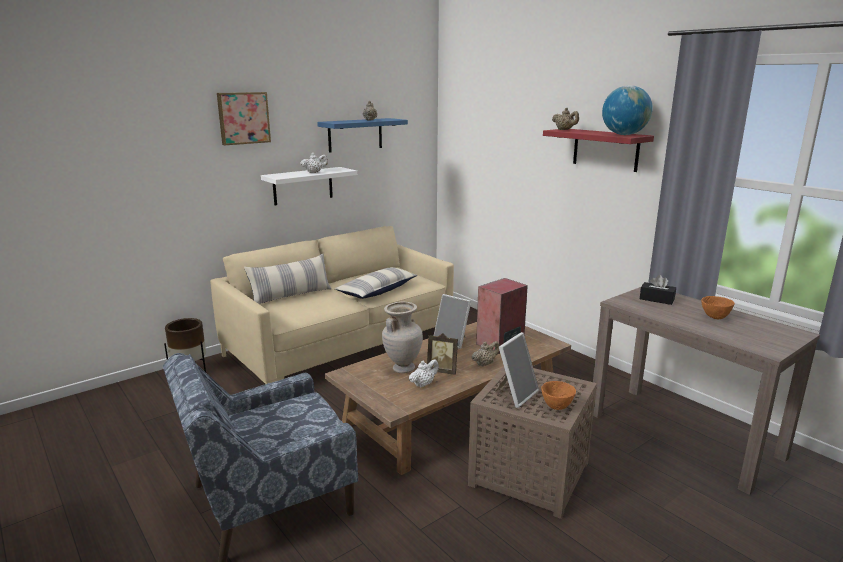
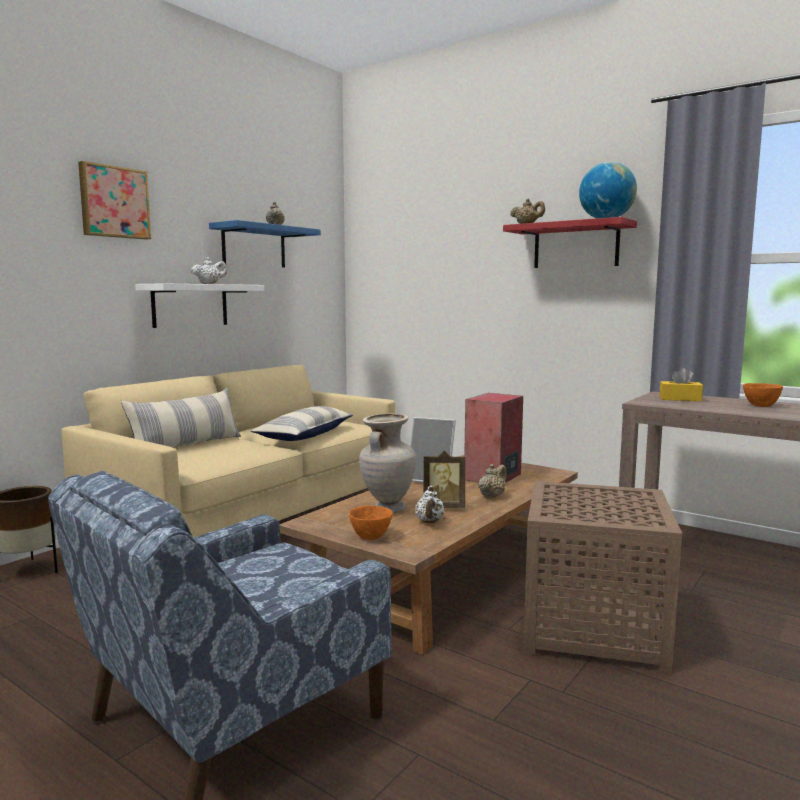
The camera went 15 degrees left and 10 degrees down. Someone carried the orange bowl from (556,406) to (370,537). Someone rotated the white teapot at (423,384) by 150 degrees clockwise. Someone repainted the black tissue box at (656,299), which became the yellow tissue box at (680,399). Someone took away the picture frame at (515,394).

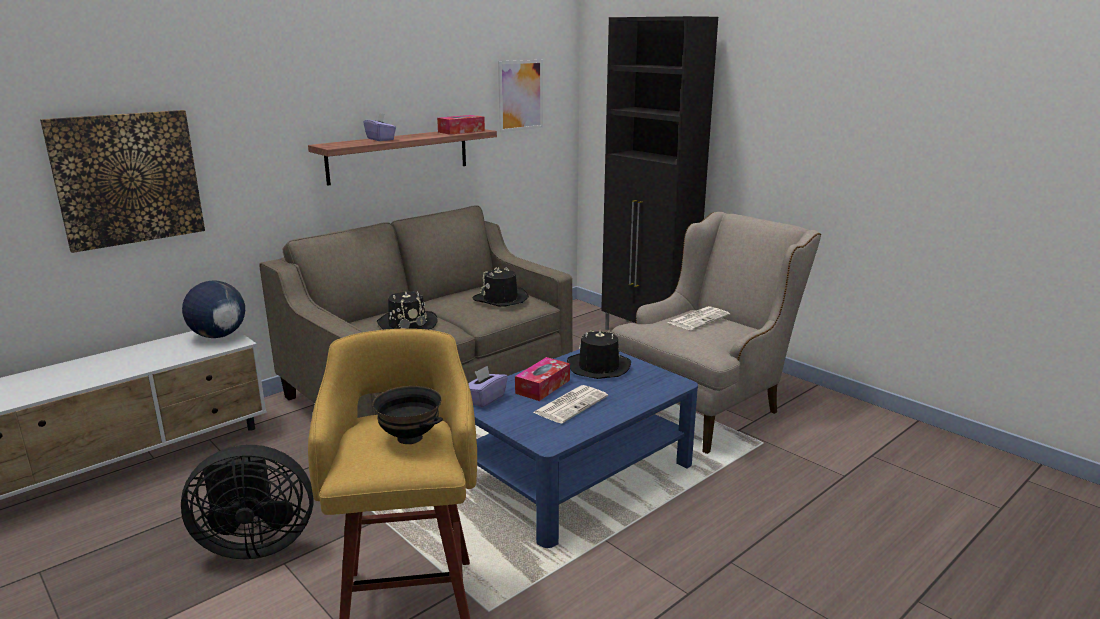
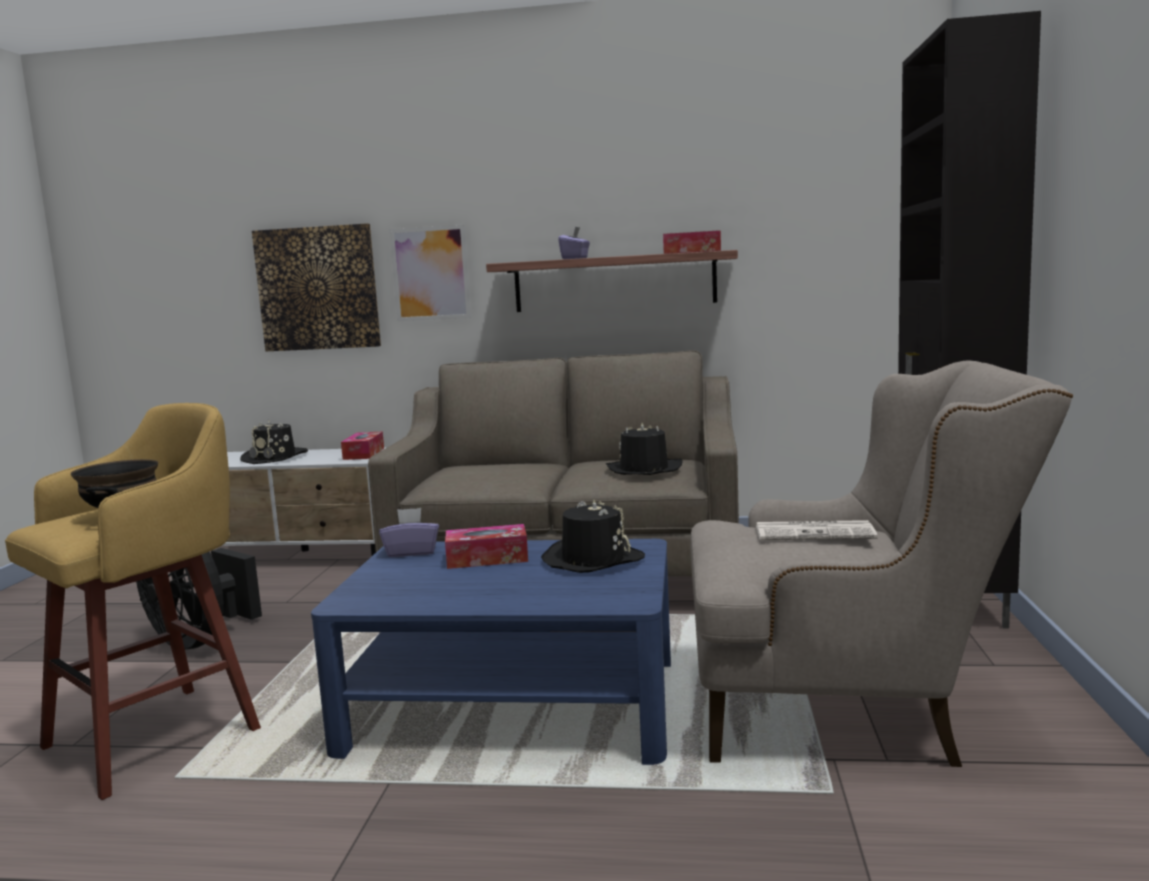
The camera went 50 degrees right and 10 degrees down. Someone carried the black hat from (407,324) to (275,457). Someone swapped the globe at (218,336) for the tissue box at (364,454). Someone carried the picture from (520,95) to (431,273). Someone took away the newspaper at (571,404).

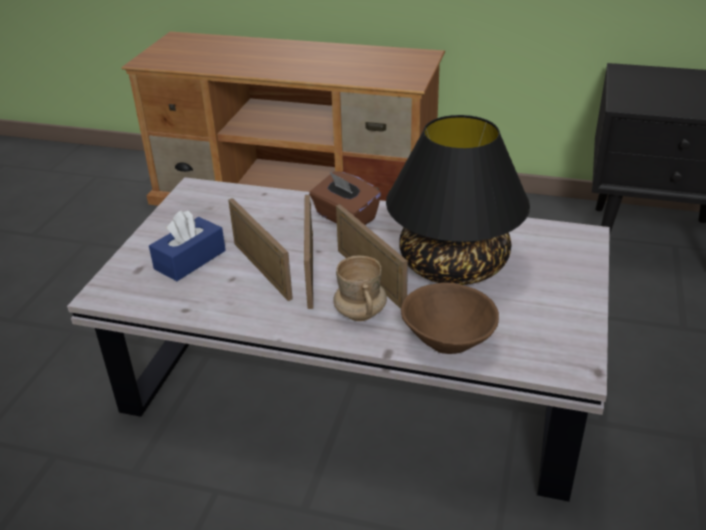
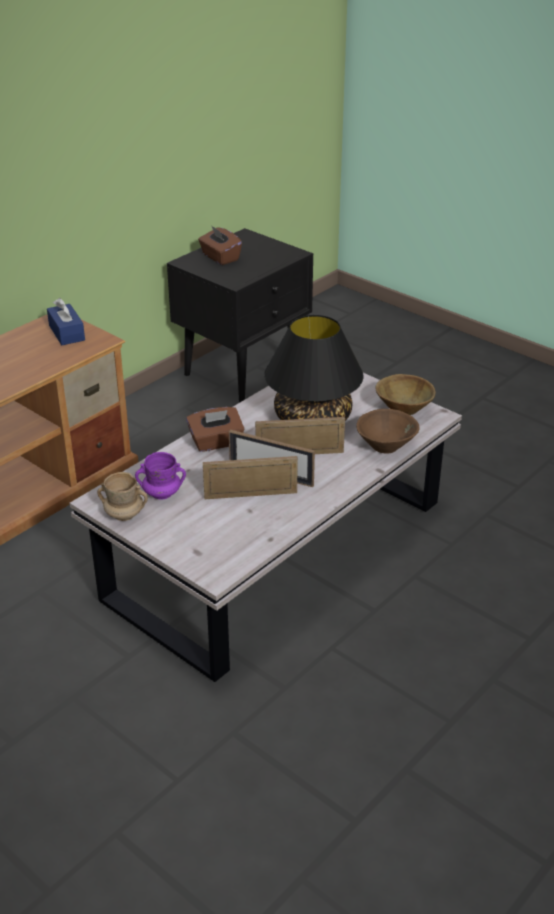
The camera went 65 degrees left and 0 degrees up. Someone carried the blue tissue box from (190,260) to (66,333). Someone carried the beige mug from (360,313) to (124,514). Someone put down the purple mug at (161,494). Someone put down the brown tissue box at (220,257). Someone put down the brown bowl at (403,410).

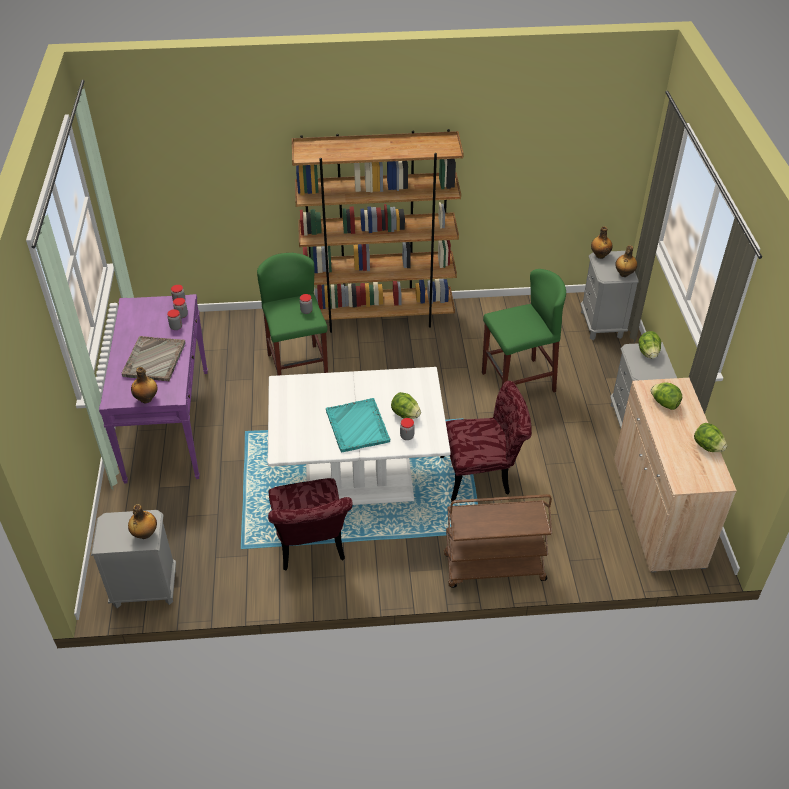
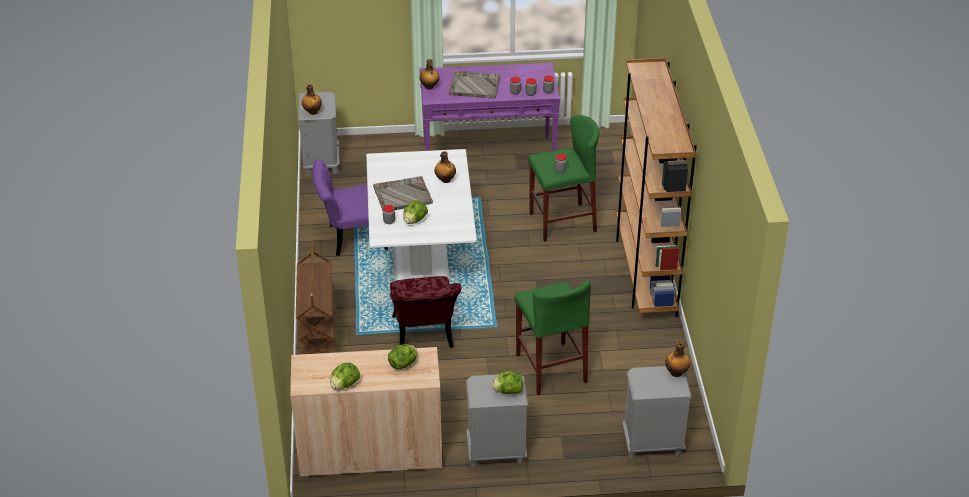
The camera went 90 degrees right and 5 degrees down. Someone repainted the red chair at (311,548), which became the purple chair at (350,238). Someone repainted the turquoise tray at (357,427), which became the grey tray at (402,195). Someone carried the bottle from (624,274) to (445,180).

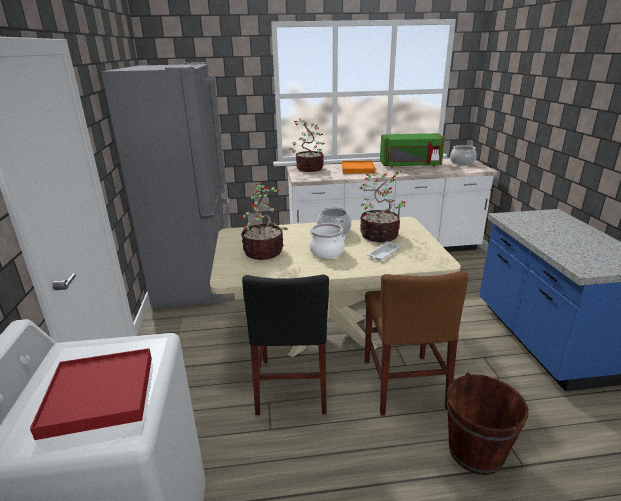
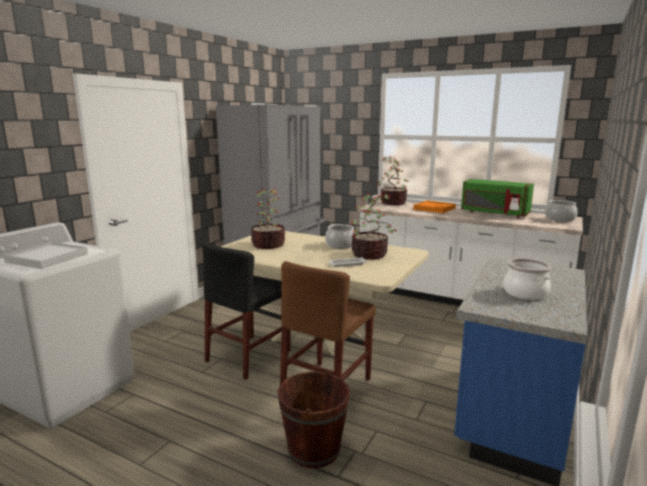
The camera went 35 degrees right and 10 degrees down. Someone repainted the red tray at (99,394), which became the white tray at (47,258). Someone carried the cooking pot from (327,252) to (525,293).

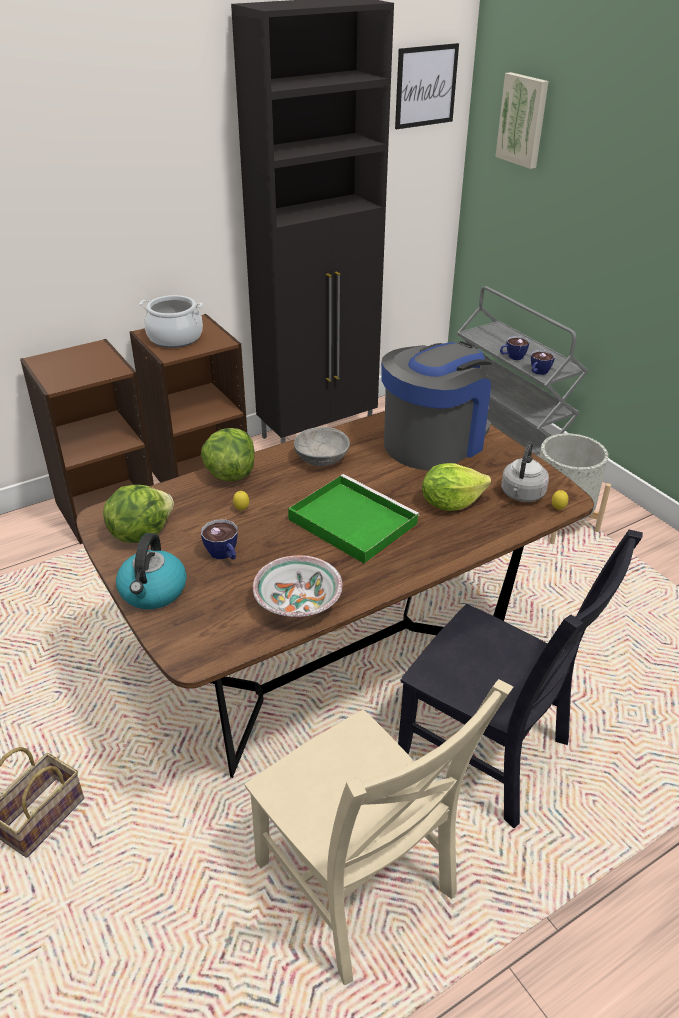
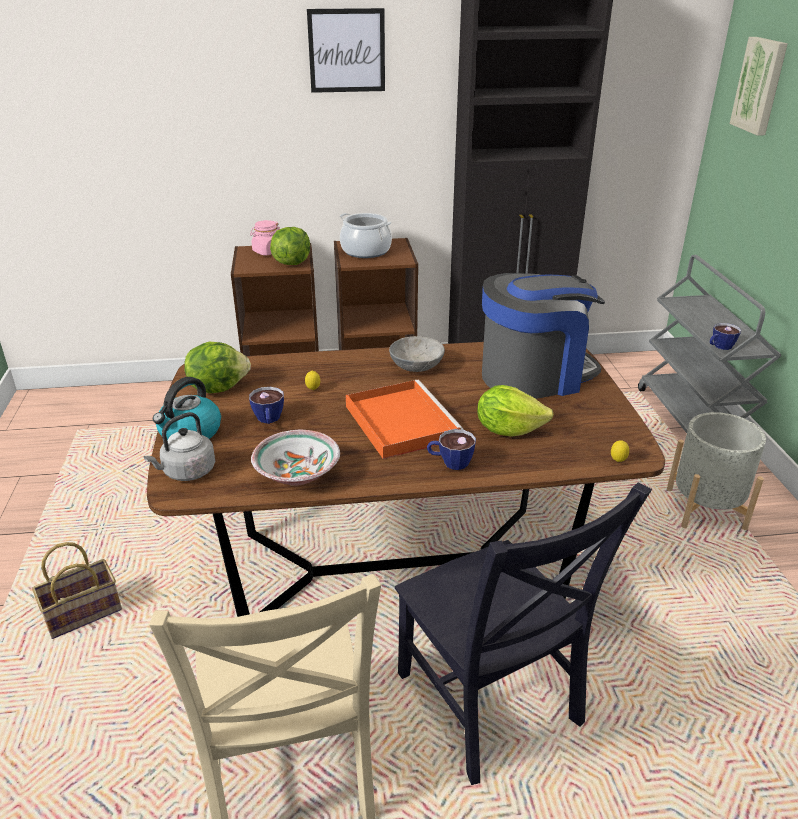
The camera went 25 degrees right and 5 degrees down. Someone carried the grey kettle from (521,495) to (187,472). Someone put down the pink jar at (267,252). Someone carried the lettuce from (230,474) to (291,262). Someone carried the picture from (426,86) to (346,51). Someone repainted the green tray at (350,521), which became the orange tray at (399,421). Someone carried the cup from (512,357) to (450,462).

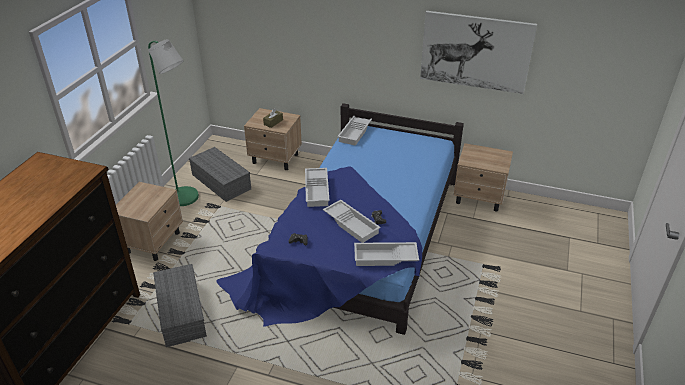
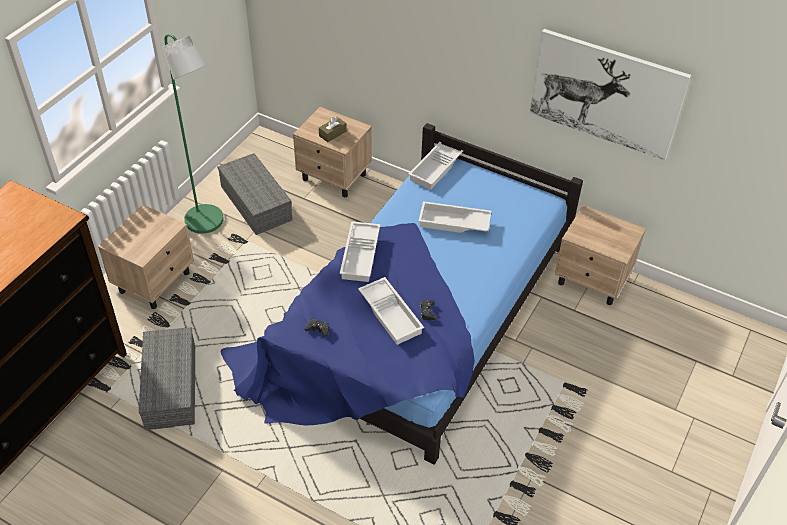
The camera went 10 degrees right and 10 degrees up. Someone carried the white tray from (385,258) to (453,223).

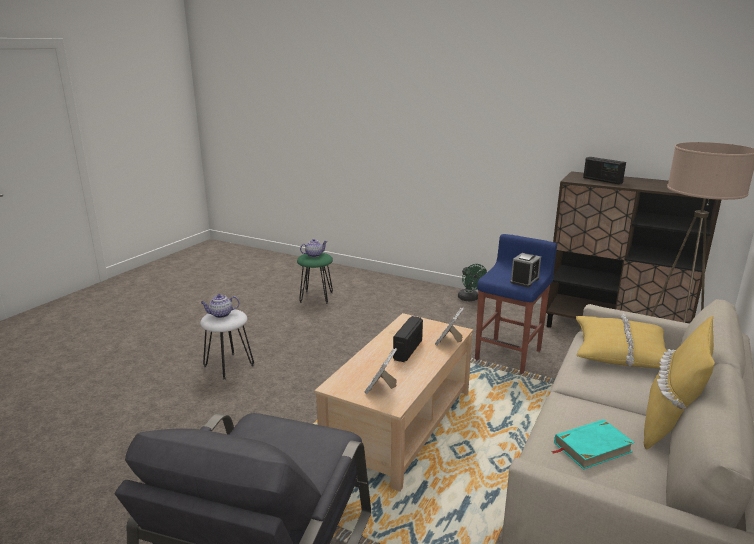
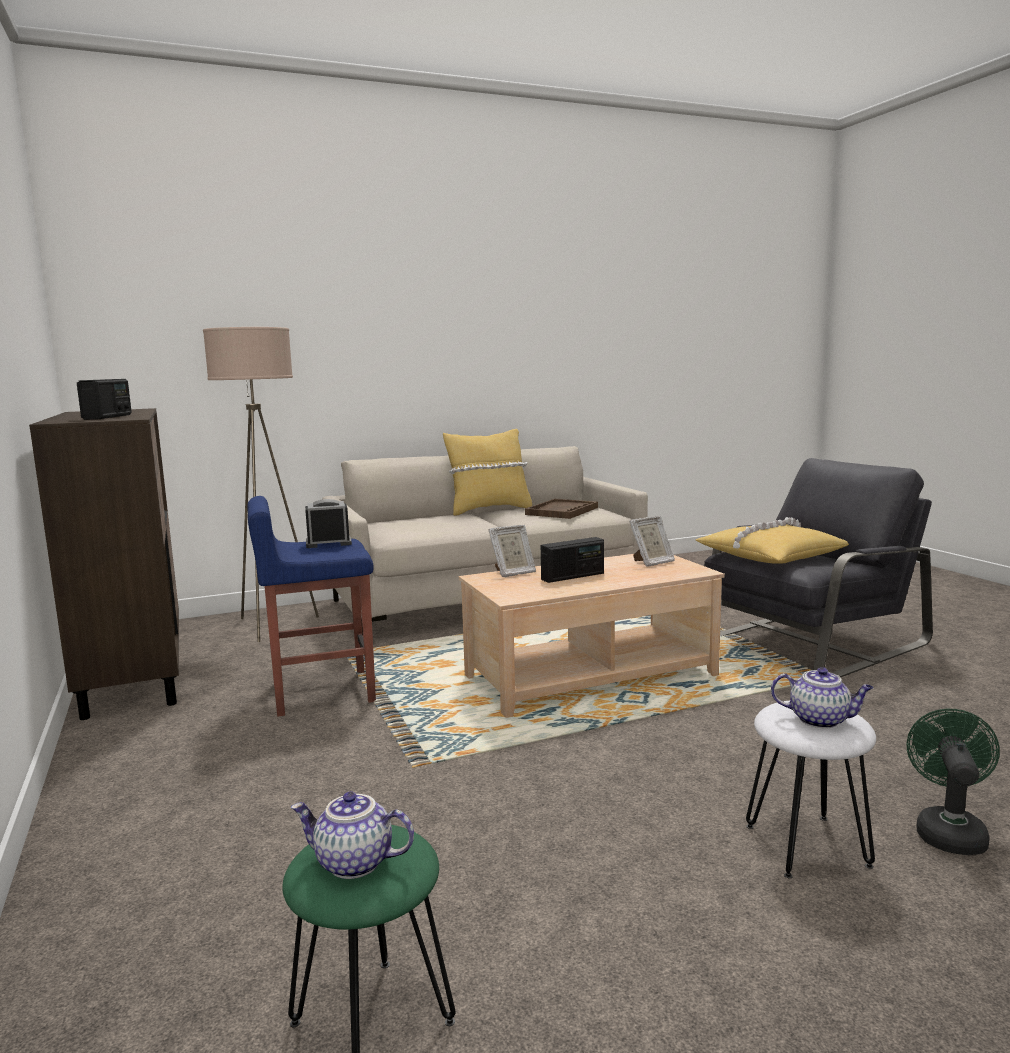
The camera went 140 degrees left and 10 degrees down. Someone swapped the turquoise book at (592,447) for the brown tray at (562,511). Someone carried the yellow pillow from (620,351) to (769,556). Someone carried the green fan from (470,299) to (948,831).

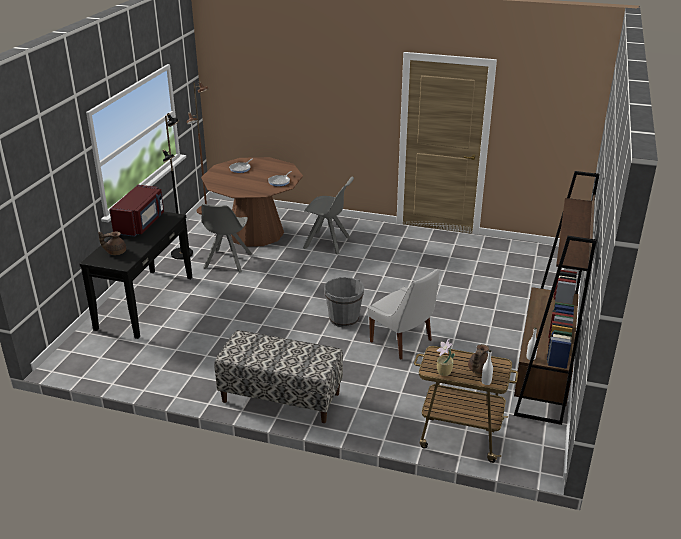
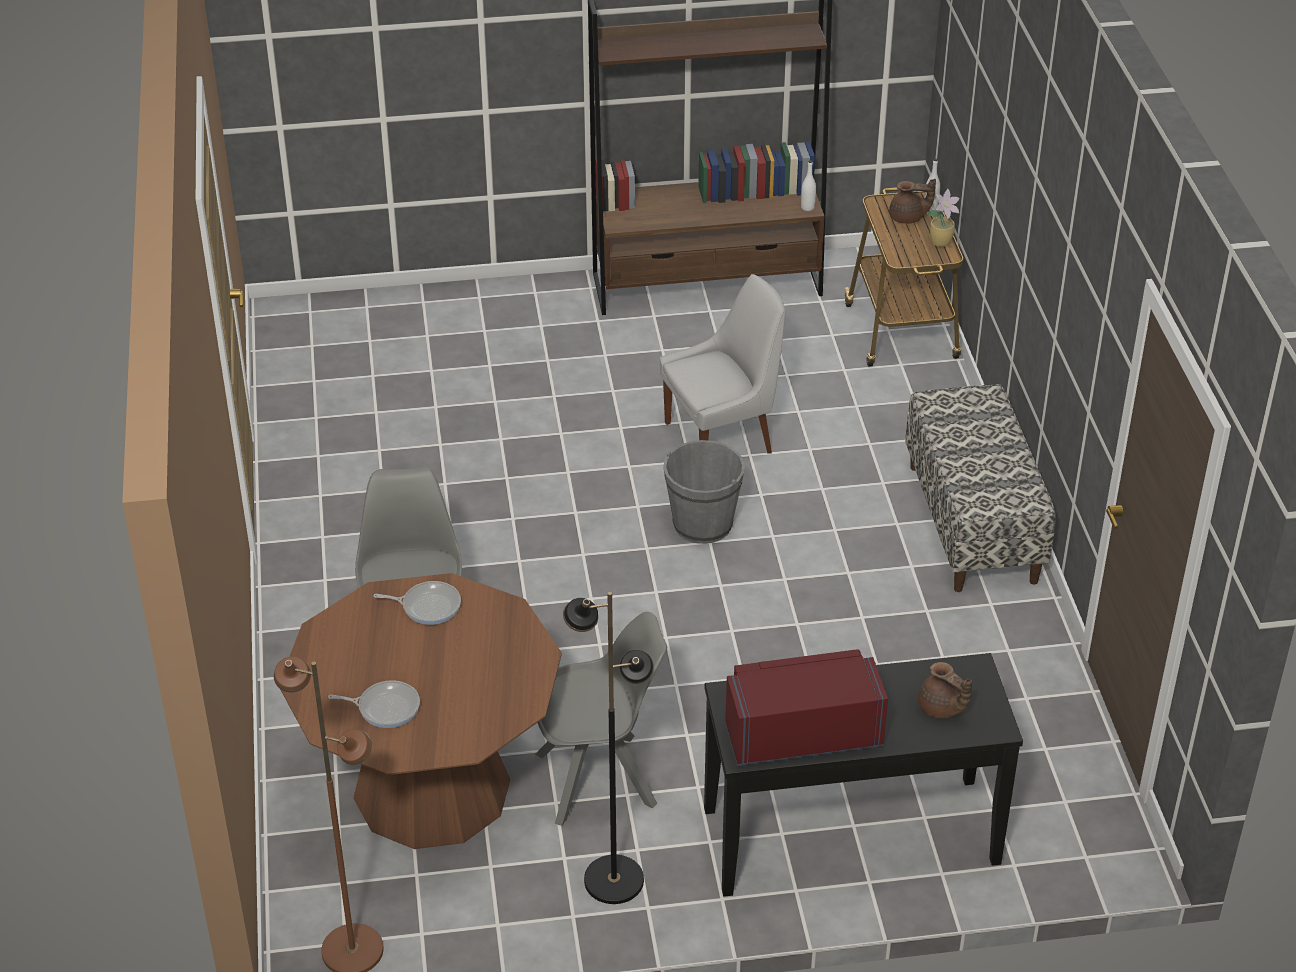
The camera went 115 degrees left and 10 degrees up. Someone rotated the white chair at (402,342) by 45 degrees clockwise.

